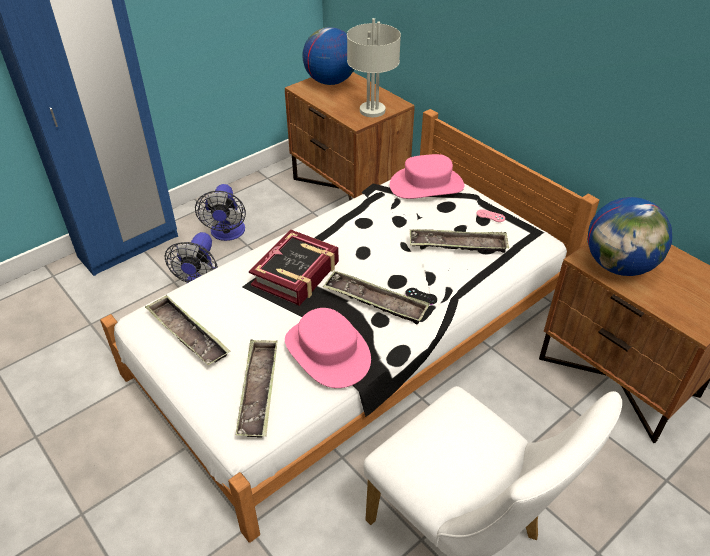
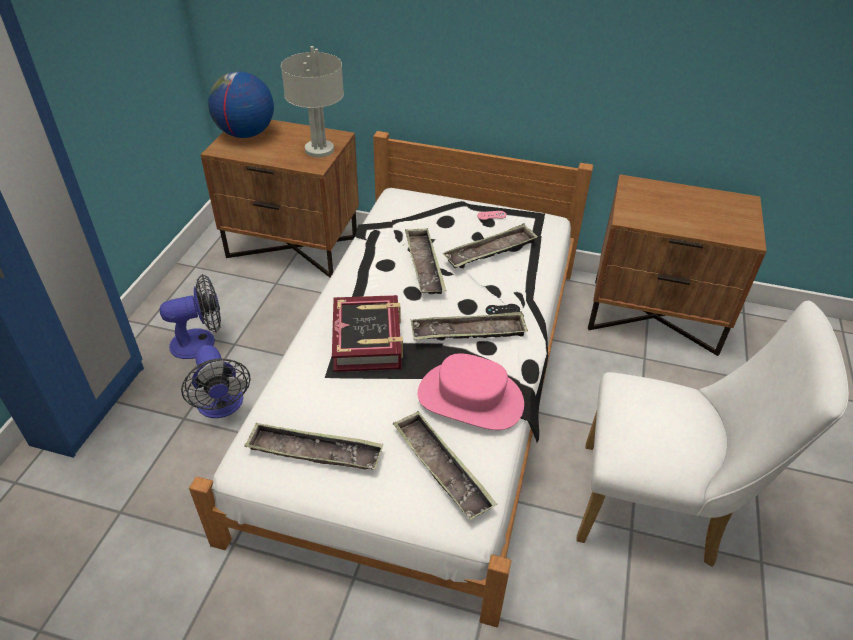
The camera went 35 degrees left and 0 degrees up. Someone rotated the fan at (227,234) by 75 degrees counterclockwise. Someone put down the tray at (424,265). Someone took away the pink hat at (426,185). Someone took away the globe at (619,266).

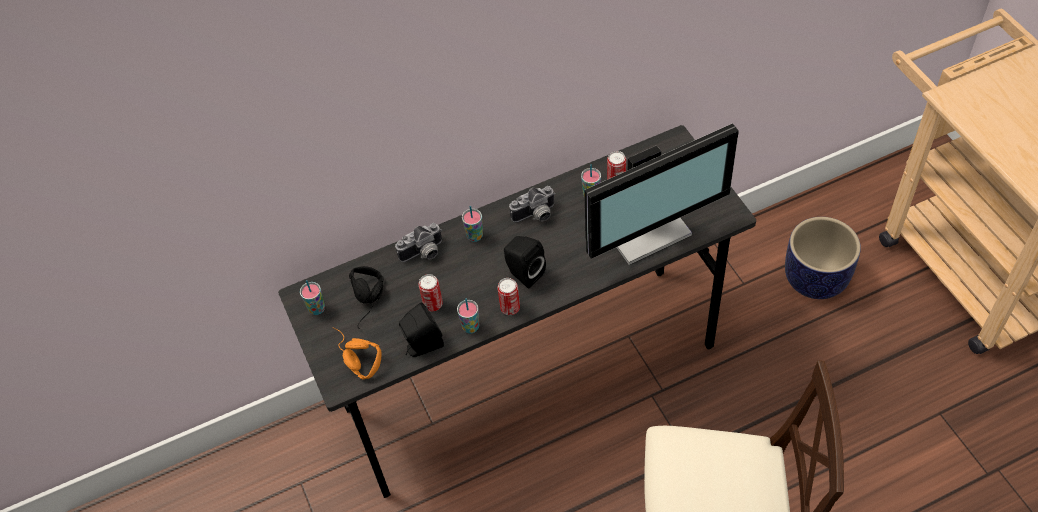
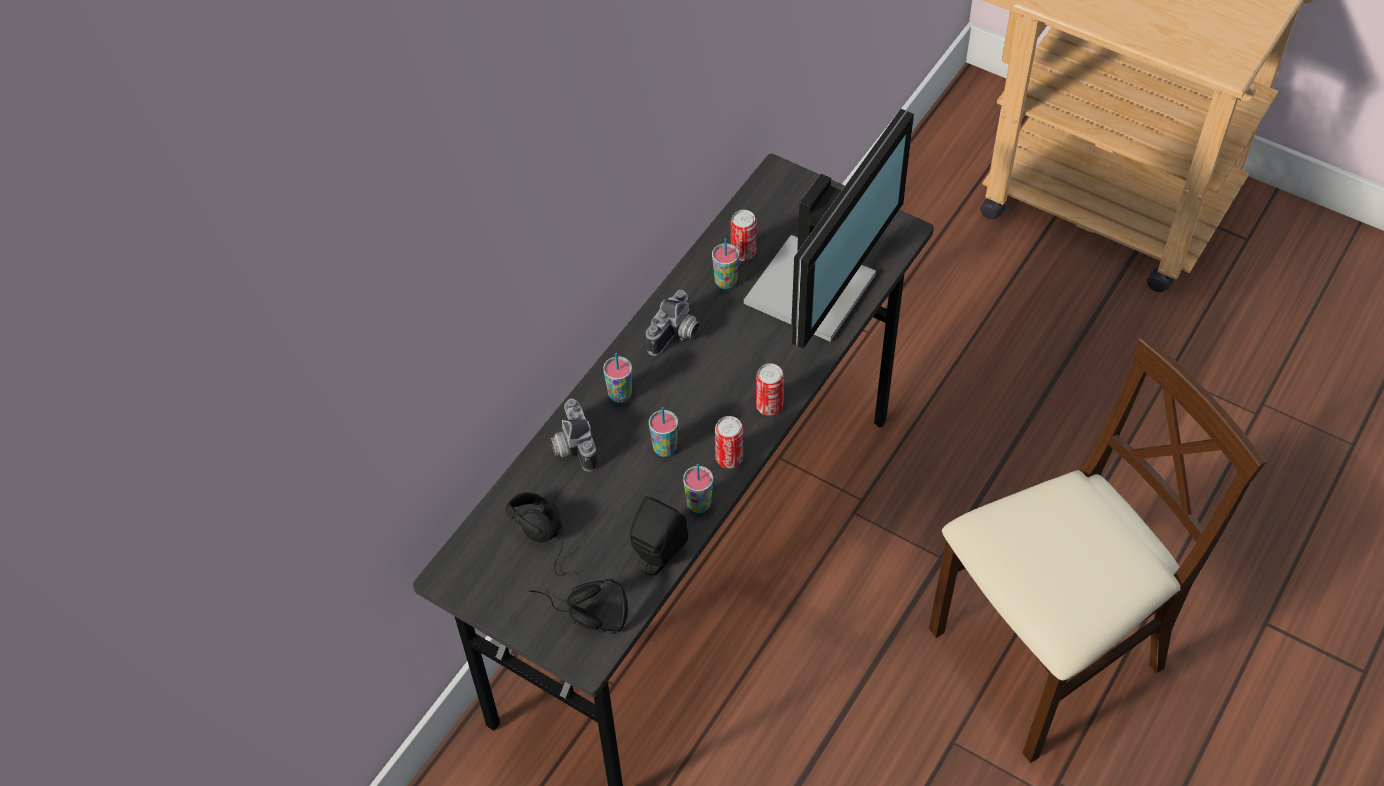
The camera went 35 degrees left and 0 degrees up. Someone repainted the orange headphones at (352,358), which became the black headphones at (578,616). Someone rotated the photo camera at (423,254) by 135 degrees clockwise. Someone carried the cup from (317,309) to (665,448). Someone carried the can from (433,304) to (769,406). Someone took away the black speaker at (523,273). Someone took away the planter at (816,279).

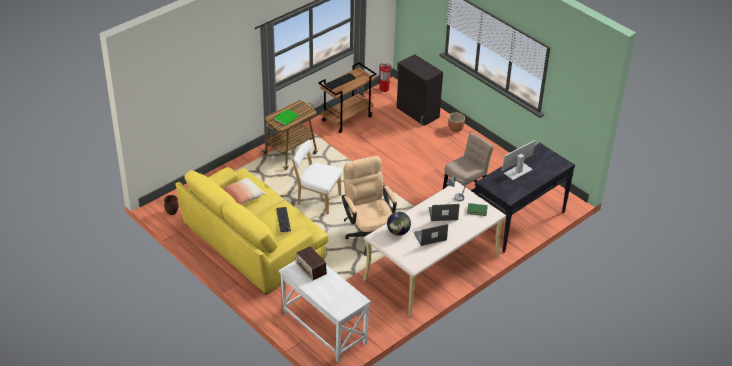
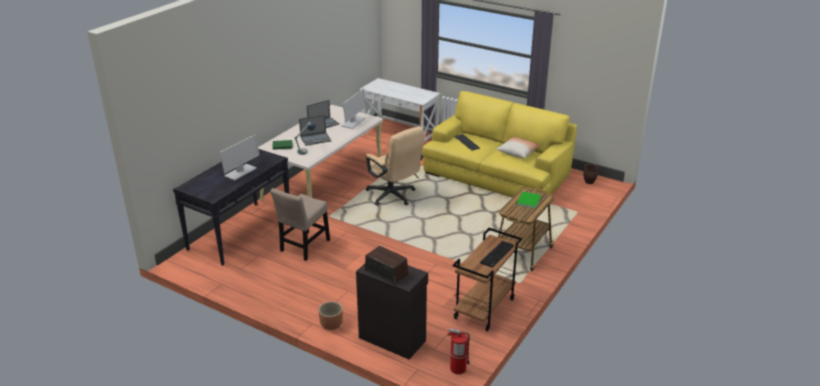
The camera went 165 degrees right and 10 degrees down. Someone swapped the globe at (398,232) for the monitor at (353,122). Someone carried the radio from (311,268) to (386,272). Someone took away the white chair at (317,199).

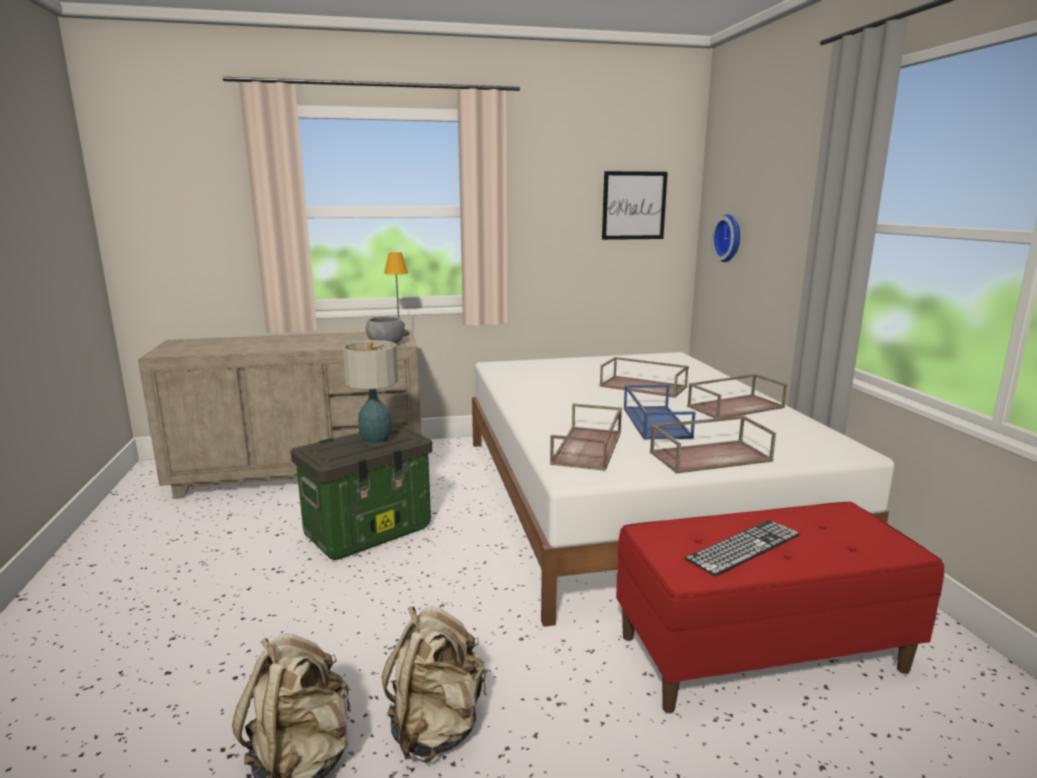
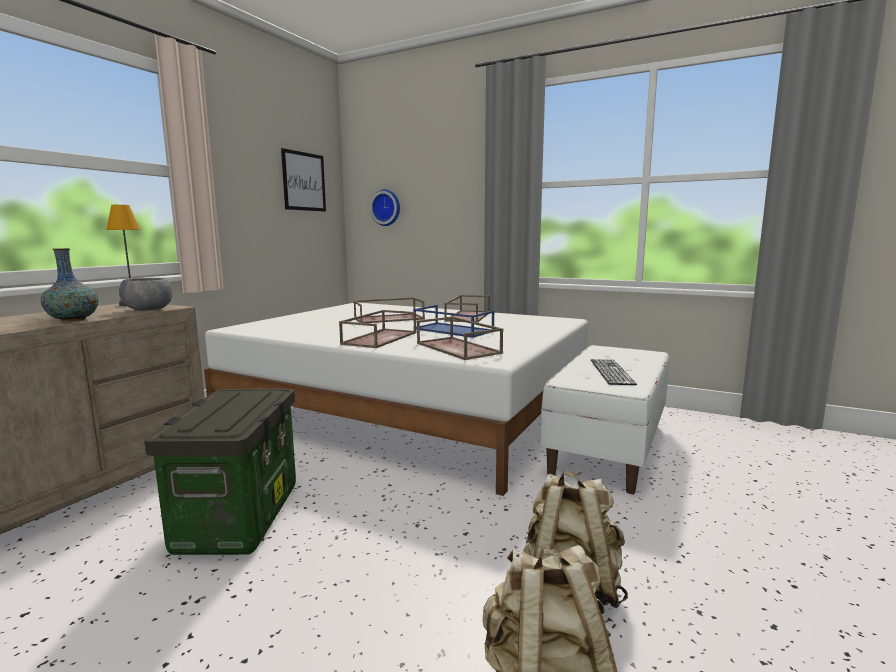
The camera went 50 degrees left and 5 degrees down. Someone put down the vase at (73,319). Someone carried the brown tray from (710,456) to (379,338). Someone repainted the red bench at (760,652), which became the white bench at (607,447). Someone took away the table lamp at (375,441).

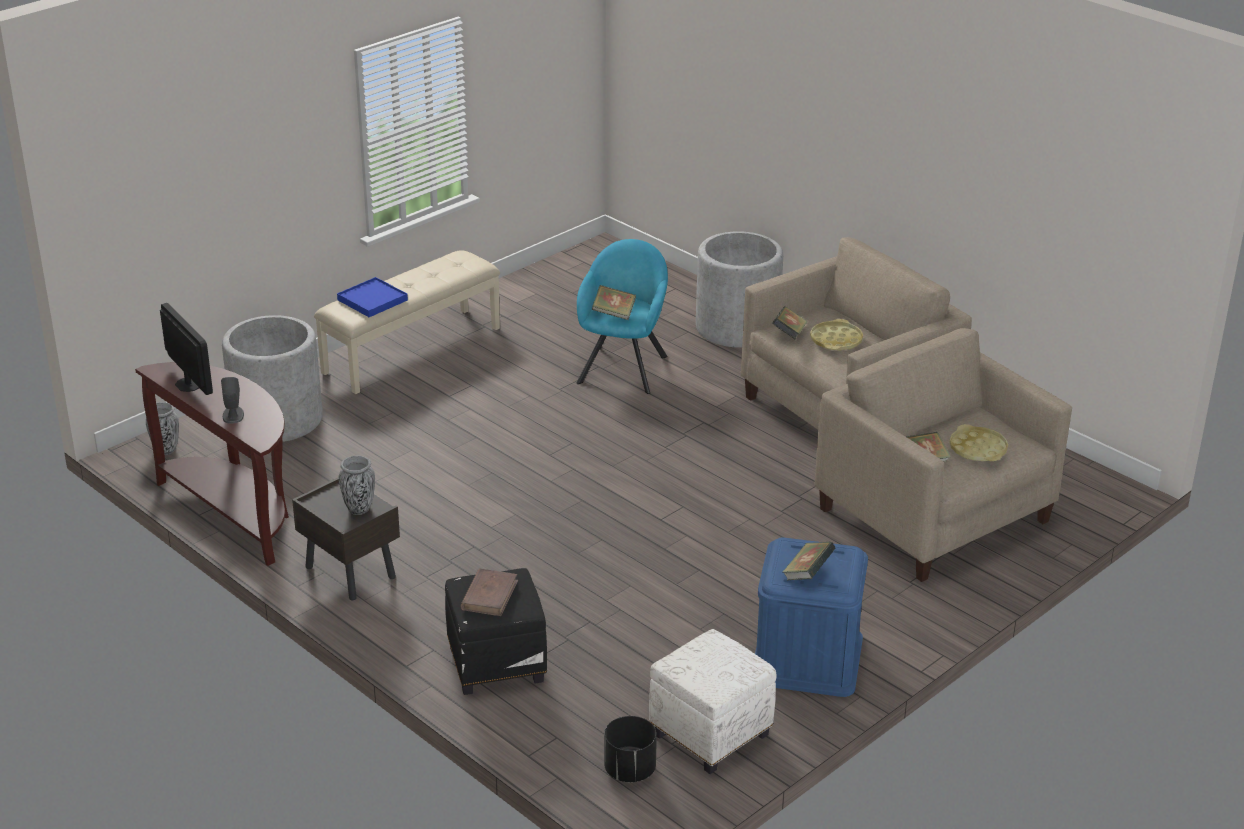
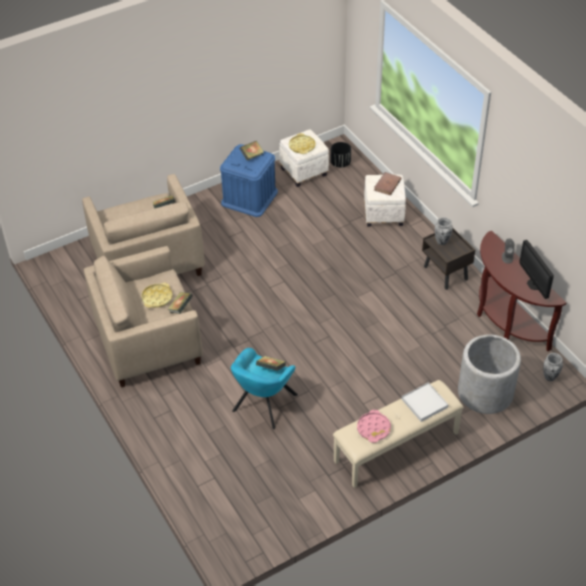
The camera went 165 degrees left and 15 degrees up. Someone carried the yellow tray from (977,449) to (302,146). Someone put down the pink tray at (373,428). Someone repainted the black ottoman at (497,664), which became the white ottoman at (383,215). Someone repainted the blue tray at (372,300), which became the white tray at (424,403). Someone took away the grey planter at (736,328).

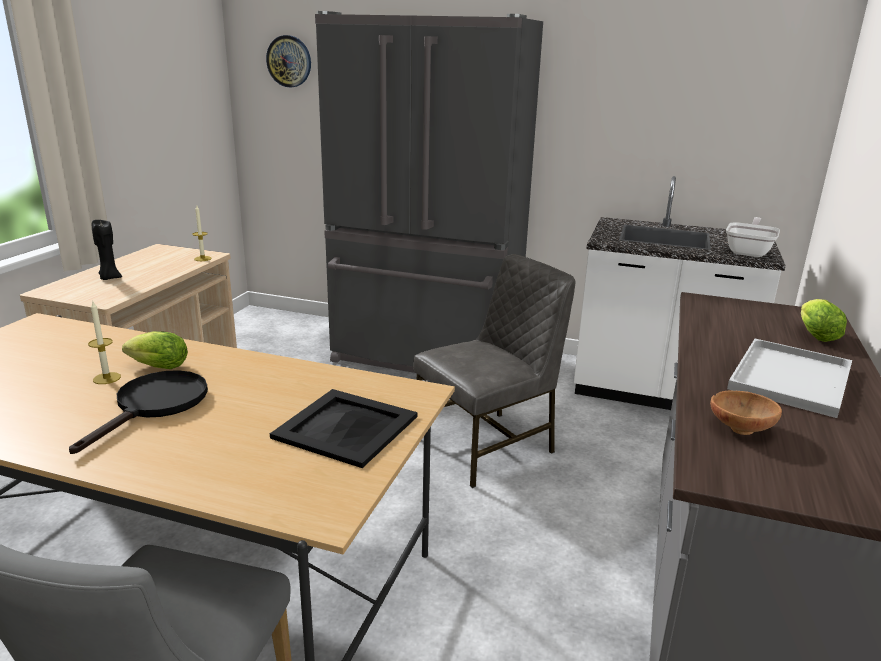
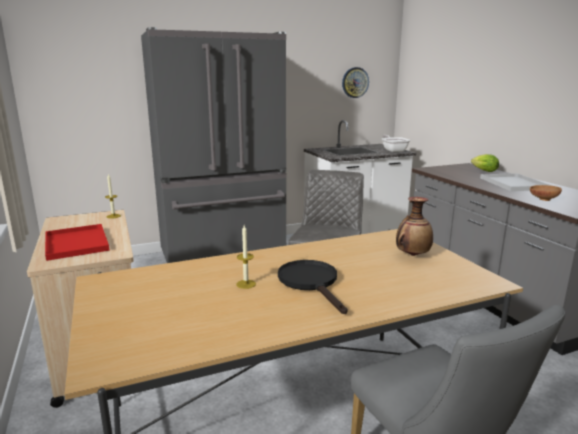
The camera went 40 degrees left and 5 degrees down. Someone swapped the black candle at (109,278) for the red tray at (75,242). Someone carried the wall clock from (289,61) to (355,82). Someone swapped the black tray at (347,427) for the vase at (412,255). Someone took away the lettuce at (156,367).

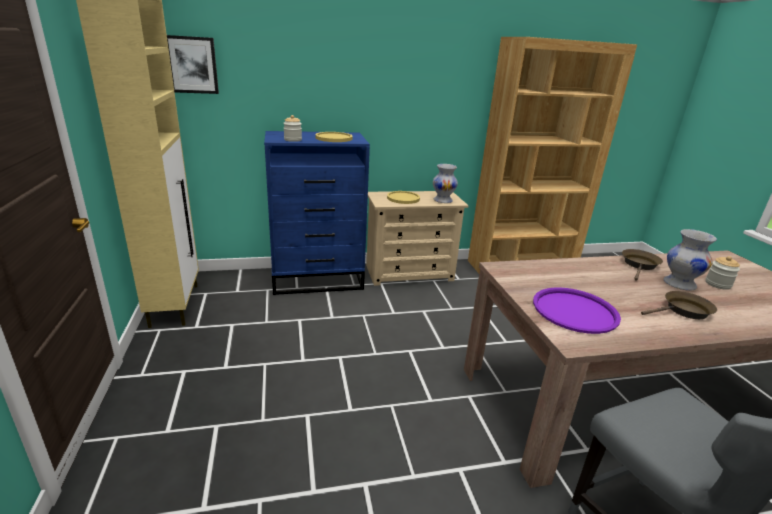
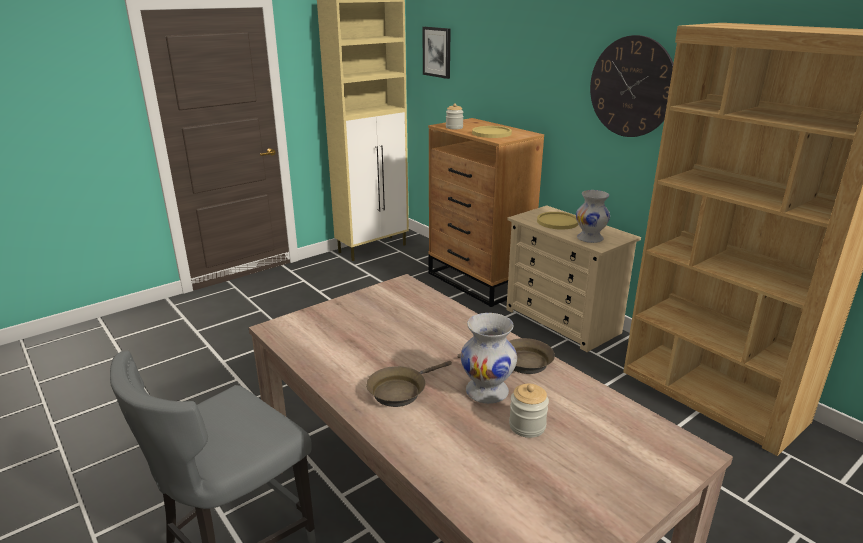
The camera went 65 degrees right and 0 degrees up. Someone rotated the brown frying pan at (683,311) by 90 degrees clockwise. Someone repainted the blue dresser at (318,279), which became the brown dresser at (479,282). Someone put up the wall clock at (632,87). Someone took away the purple tray at (574,311).

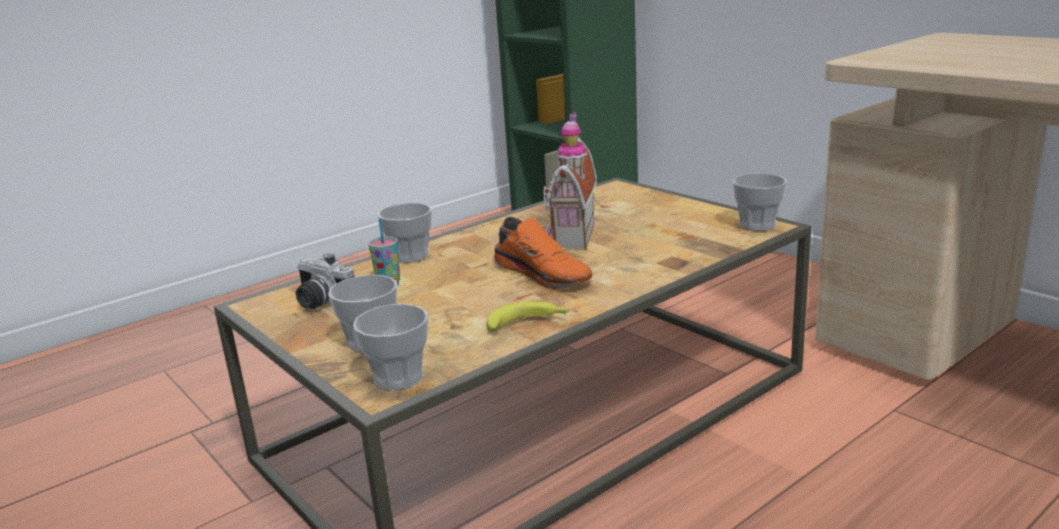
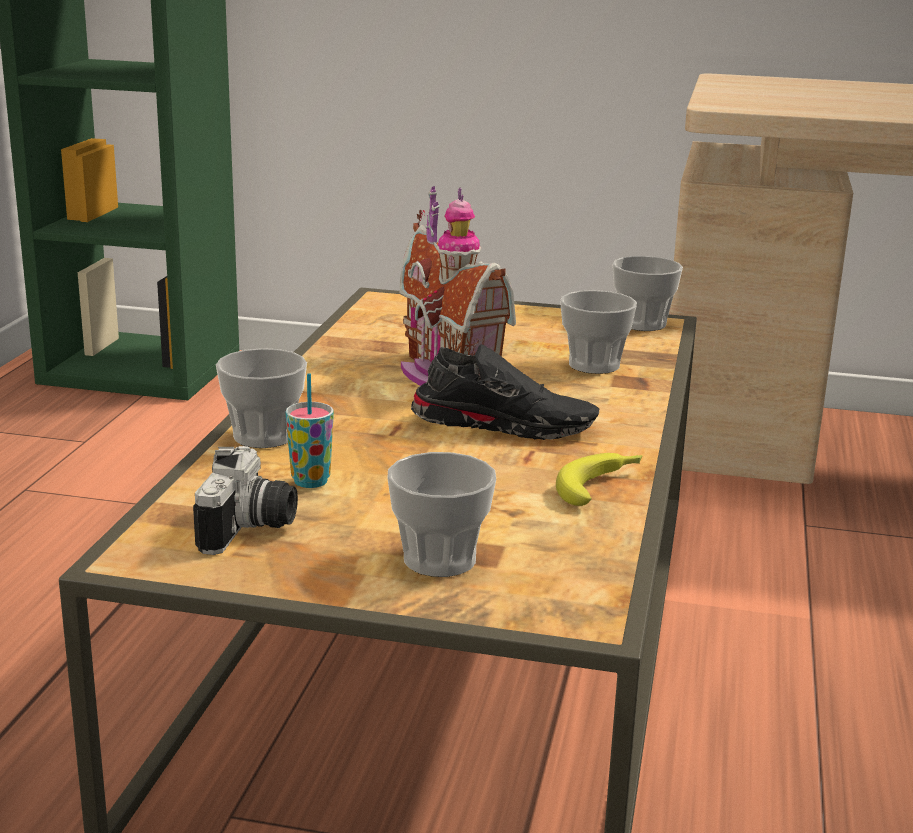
The camera went 40 degrees left and 0 degrees up. Someone rotated the photo camera at (320,303) by 75 degrees counterclockwise. Someone repainted the orange shoe at (544,274), which became the black shoe at (504,424). Someone carried the cup from (398,377) to (594,365).

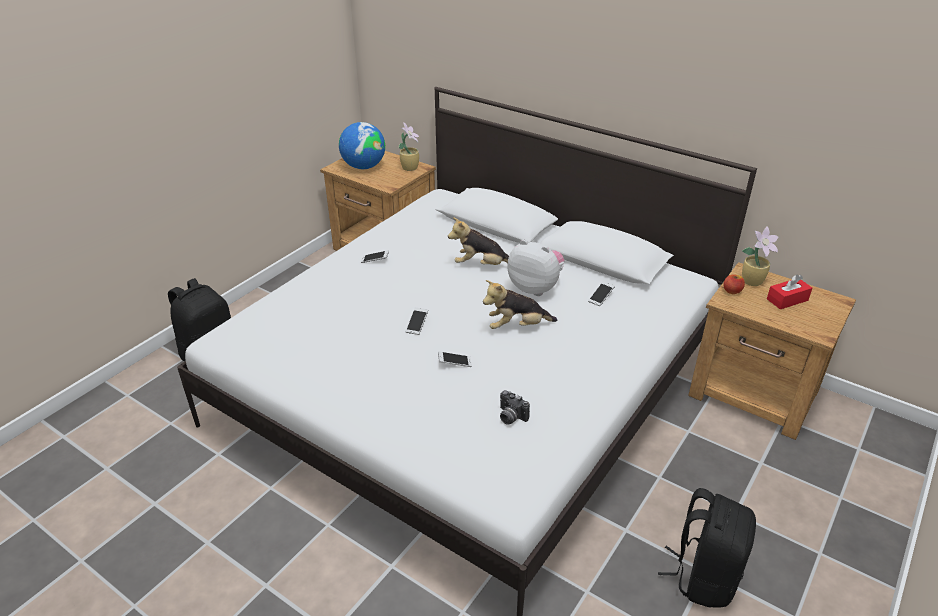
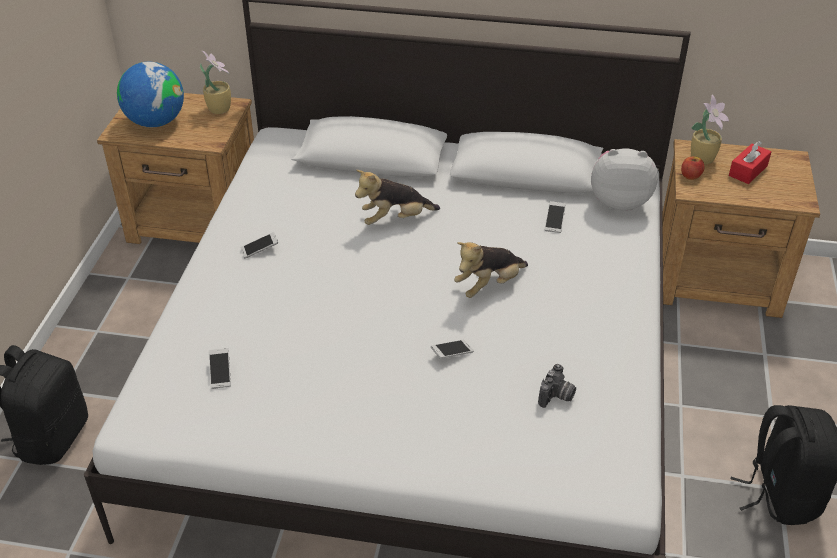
The camera went 25 degrees left and 5 degrees up. Someone carried the phone from (417,325) to (220,373). Someone rotated the photo camera at (510,417) by 75 degrees counterclockwise. Someone carried the plush toy from (535,287) to (619,201).

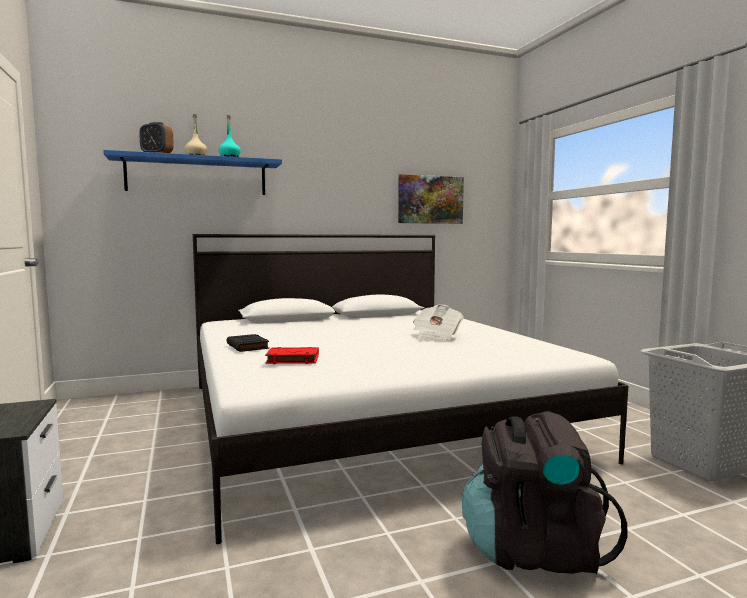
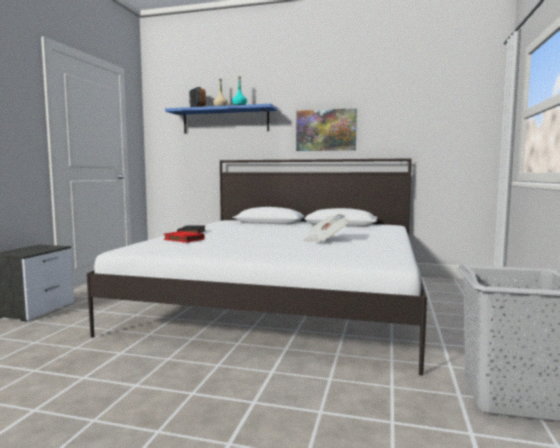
The camera went 35 degrees right and 0 degrees up. Someone carried the picture from (430,199) to (326,130). Someone took away the black backpack at (533,550).

